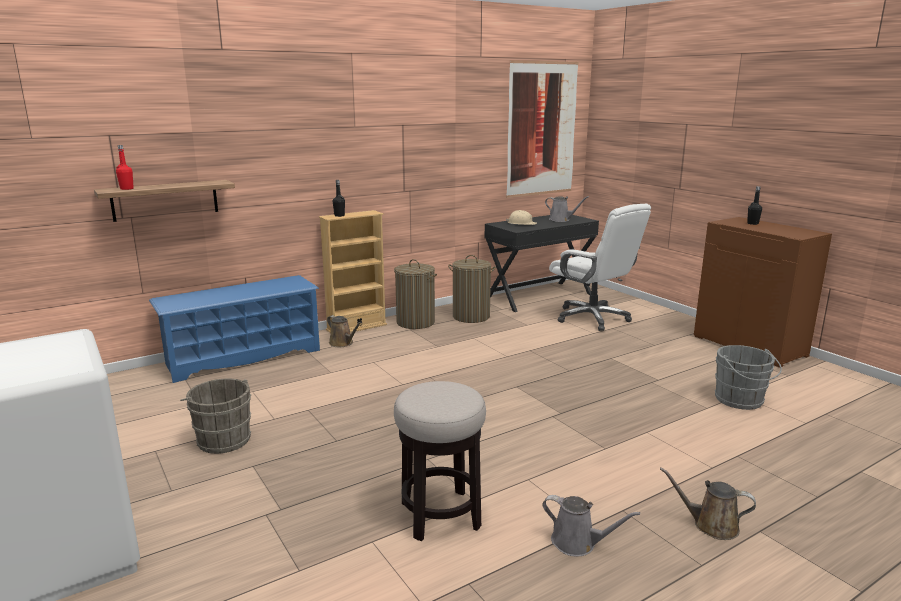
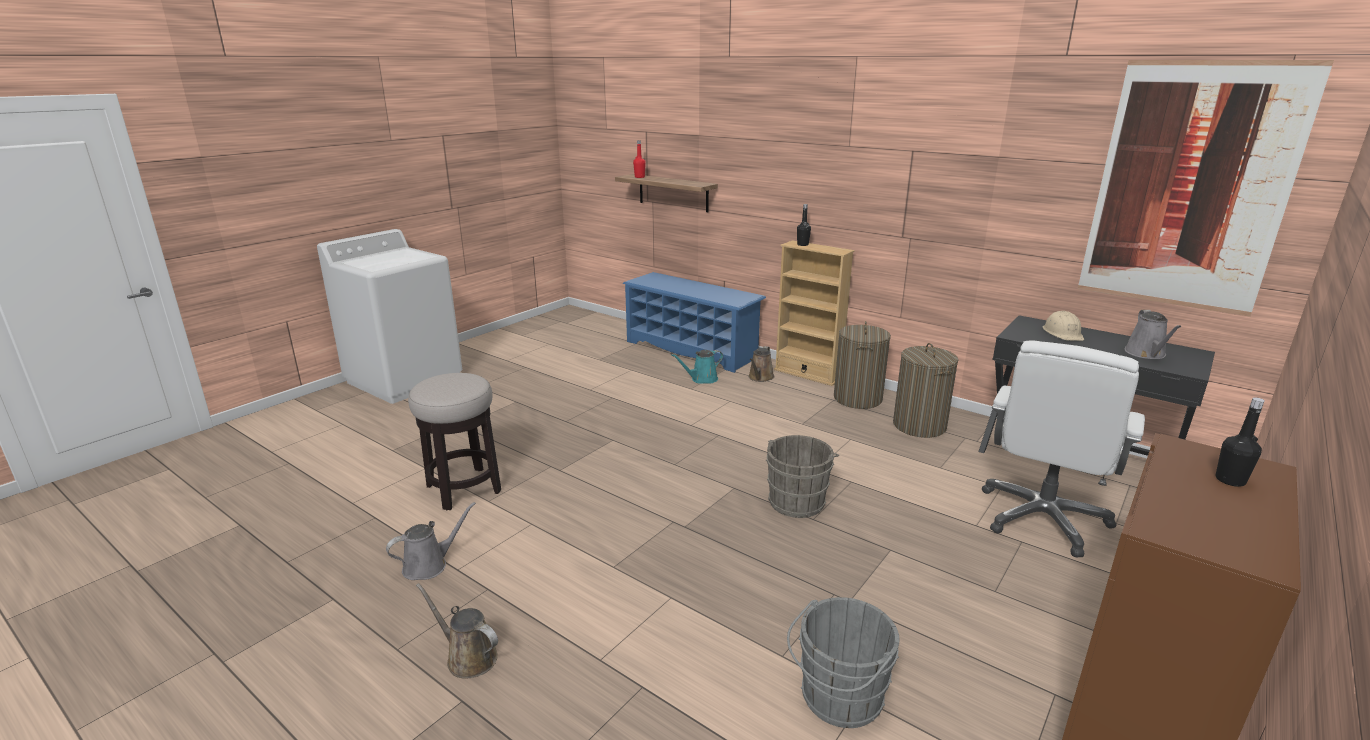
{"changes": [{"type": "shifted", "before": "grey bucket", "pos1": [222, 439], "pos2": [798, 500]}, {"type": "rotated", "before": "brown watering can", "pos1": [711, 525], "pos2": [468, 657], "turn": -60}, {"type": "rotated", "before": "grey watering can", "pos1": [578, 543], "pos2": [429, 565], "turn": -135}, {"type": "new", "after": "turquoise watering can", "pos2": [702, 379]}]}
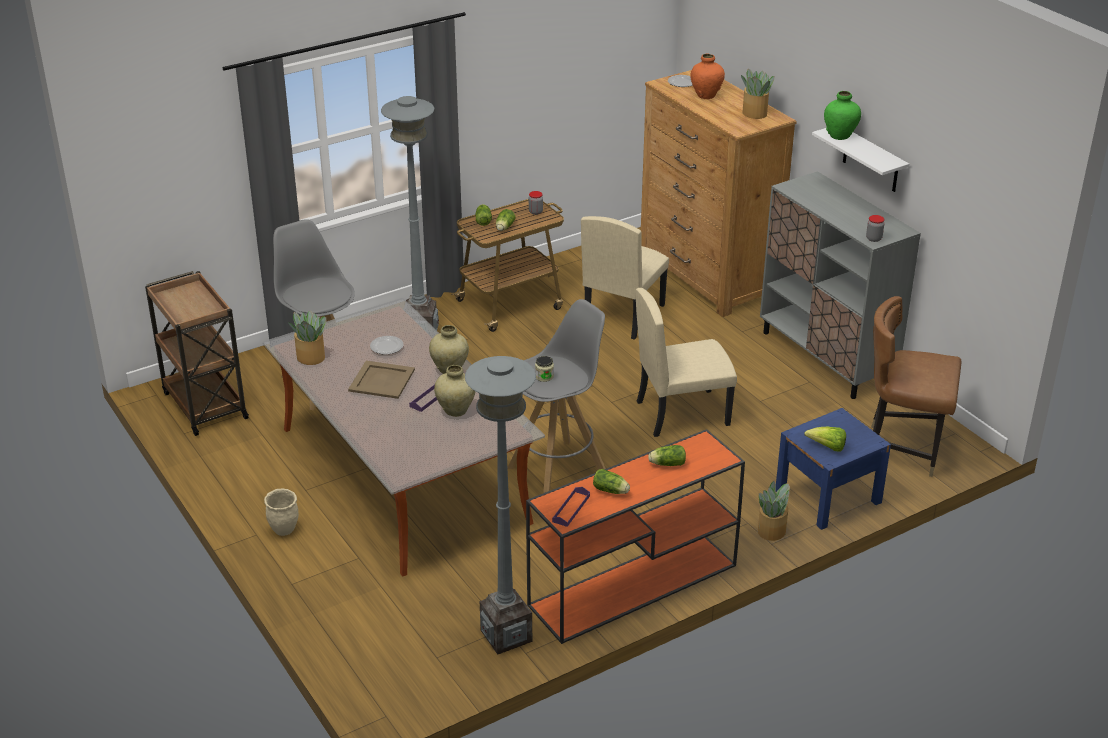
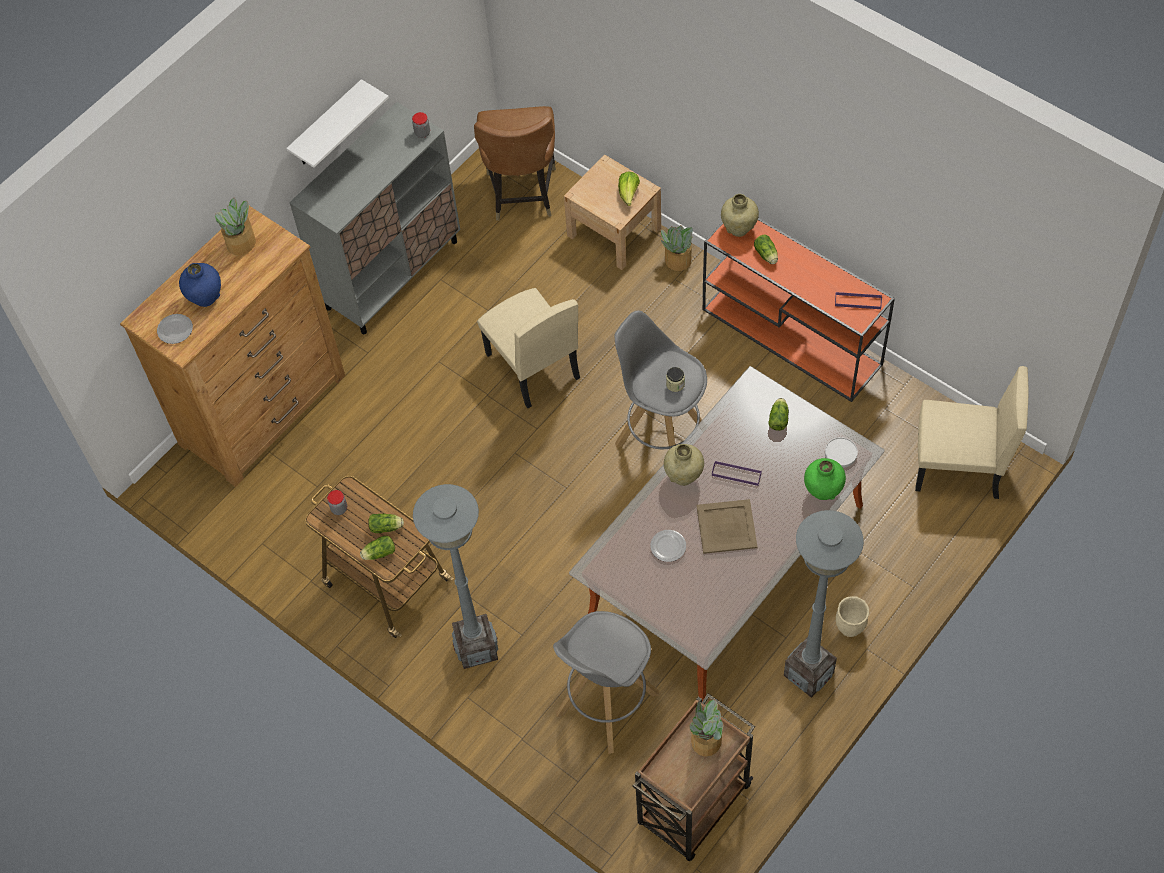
{"changes": [{"type": "repainted", "before": "orange vase", "after": "blue vase", "pos1": [706, 95], "pos2": [205, 298]}, {"type": "shifted", "before": "green vase", "pos1": [840, 136], "pos2": [823, 491]}, {"type": "shifted", "before": "beige chair", "pos1": [623, 315], "pos2": [958, 467]}, {"type": "shifted", "before": "potted plant", "pos1": [311, 357], "pos2": [707, 740]}, {"type": "shifted", "before": "grey floor lamp", "pos1": [505, 635], "pos2": [809, 674]}, {"type": "shifted", "before": "beige vase", "pos1": [455, 411], "pos2": [739, 228]}, {"type": "repainted", "before": "blue nightstand", "after": "beige nightstand", "pos1": [828, 496], "pos2": [614, 232]}, {"type": "shifted", "before": "lettuce", "pos1": [611, 491], "pos2": [778, 418]}, {"type": "new", "after": "white plate", "pos2": [840, 453]}]}
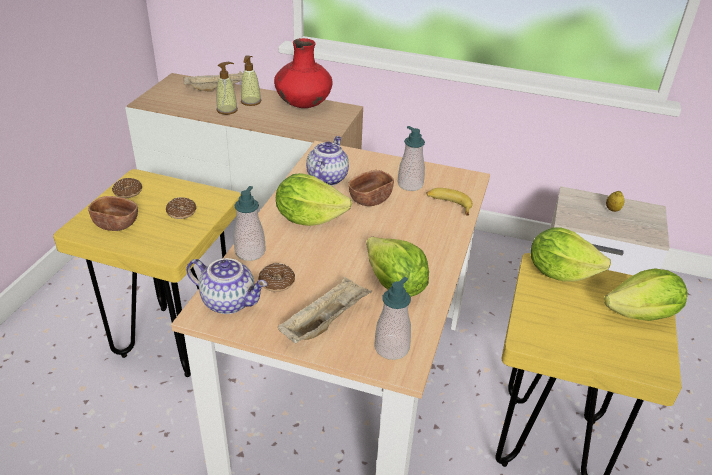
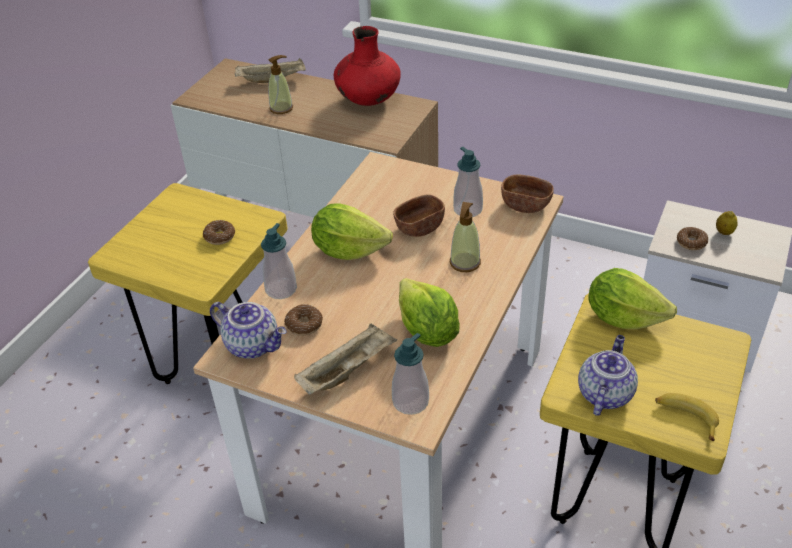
{"changes": [{"type": "shifted", "before": "soap dispenser", "pos1": [251, 102], "pos2": [465, 263]}, {"type": "shifted", "before": "teapot", "pos1": [327, 178], "pos2": [604, 393]}, {"type": "shifted", "before": "donut", "pos1": [128, 192], "pos2": [691, 242]}, {"type": "shifted", "before": "banana", "pos1": [449, 204], "pos2": [686, 417]}, {"type": "shifted", "before": "brown bowl", "pos1": [116, 224], "pos2": [525, 205]}, {"type": "gone", "before": "lettuce", "pos1": [642, 315]}]}
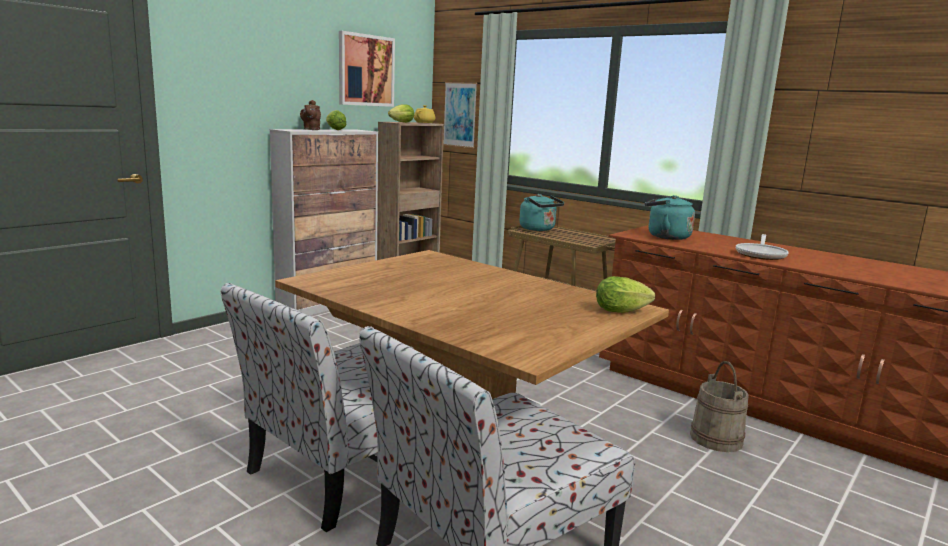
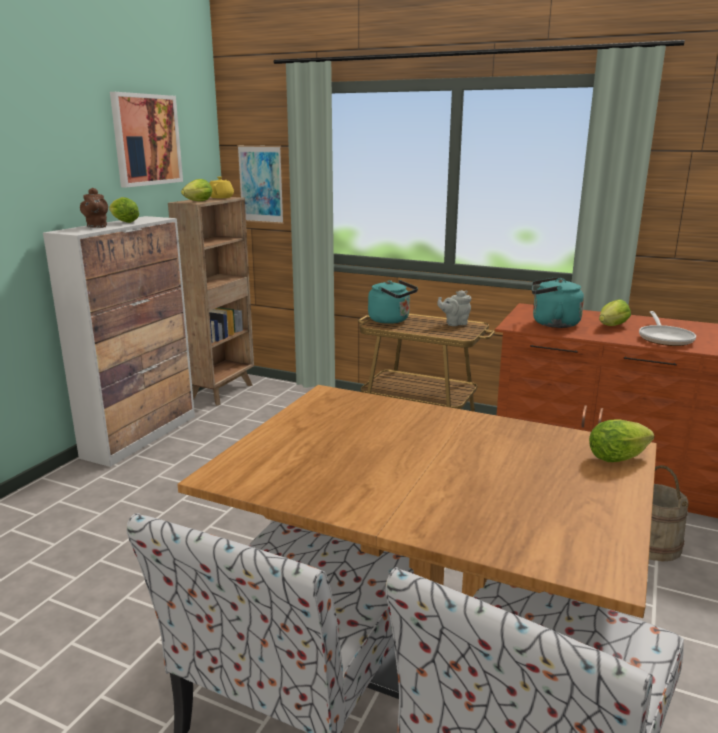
{"changes": [{"type": "new", "after": "grey teapot", "pos2": [454, 323]}, {"type": "new", "after": "lettuce", "pos2": [611, 327]}]}
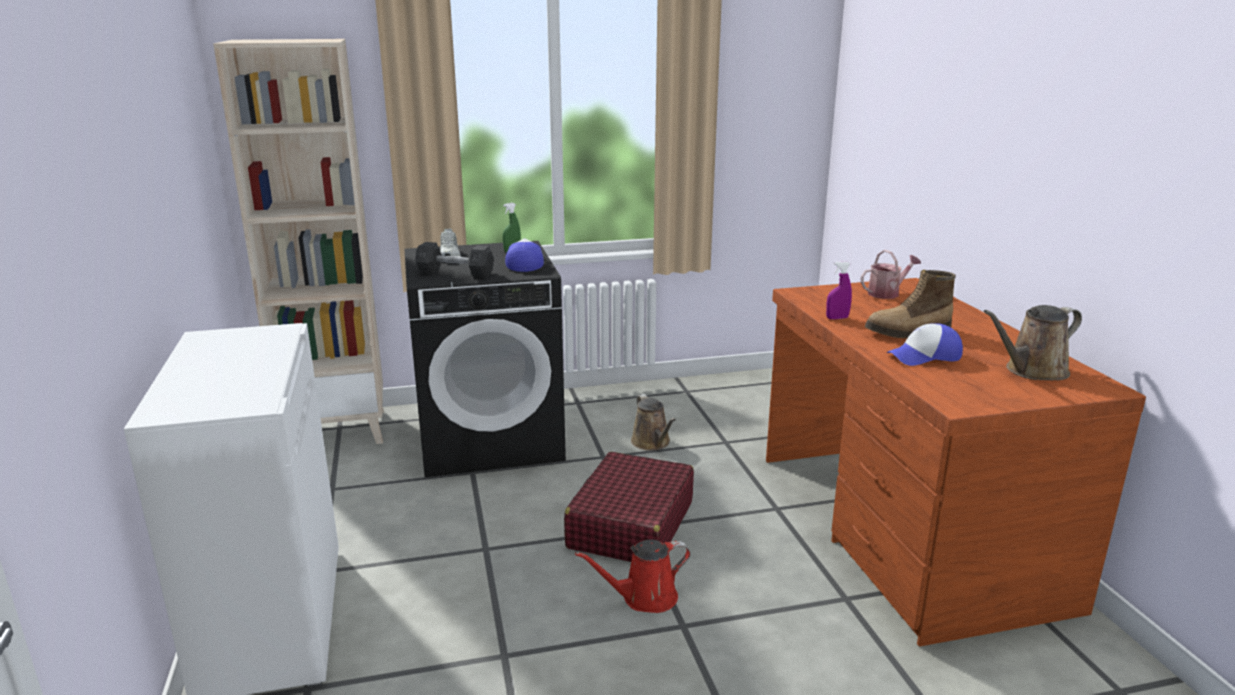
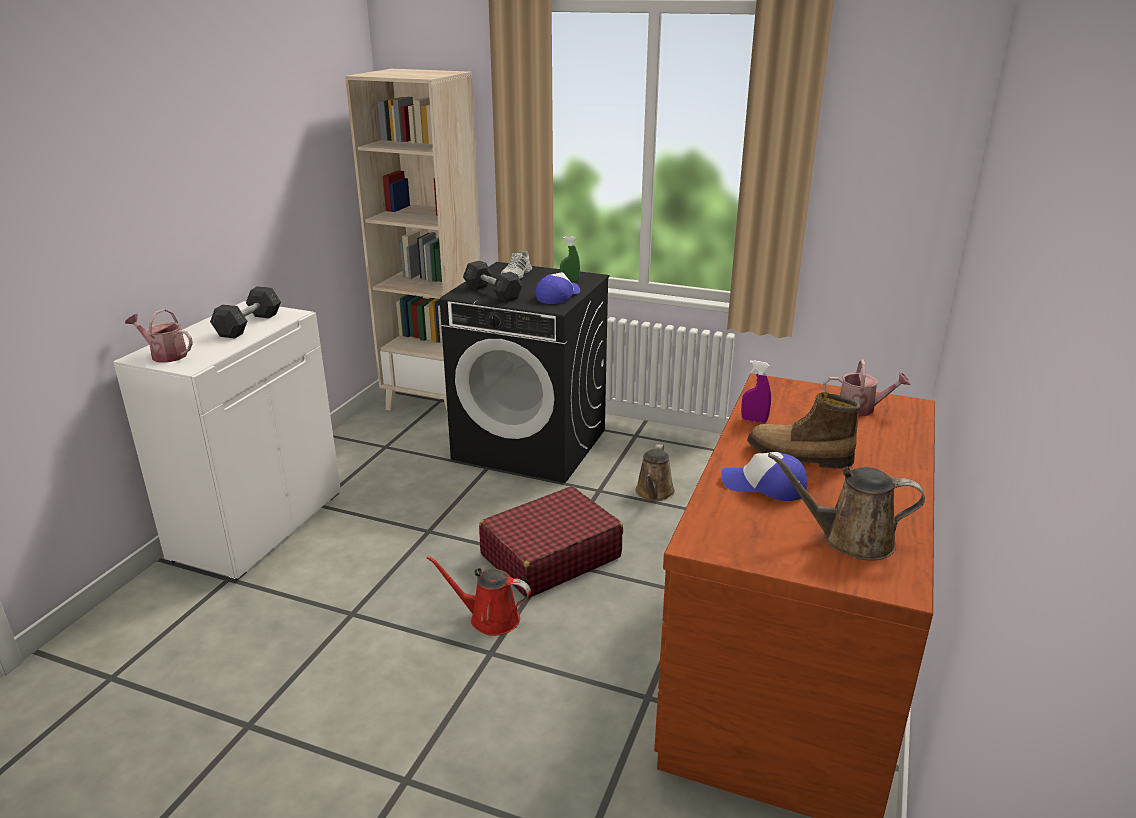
{"changes": [{"type": "new", "after": "grey dumbbell", "pos2": [249, 325]}, {"type": "new", "after": "watering can", "pos2": [165, 355]}]}
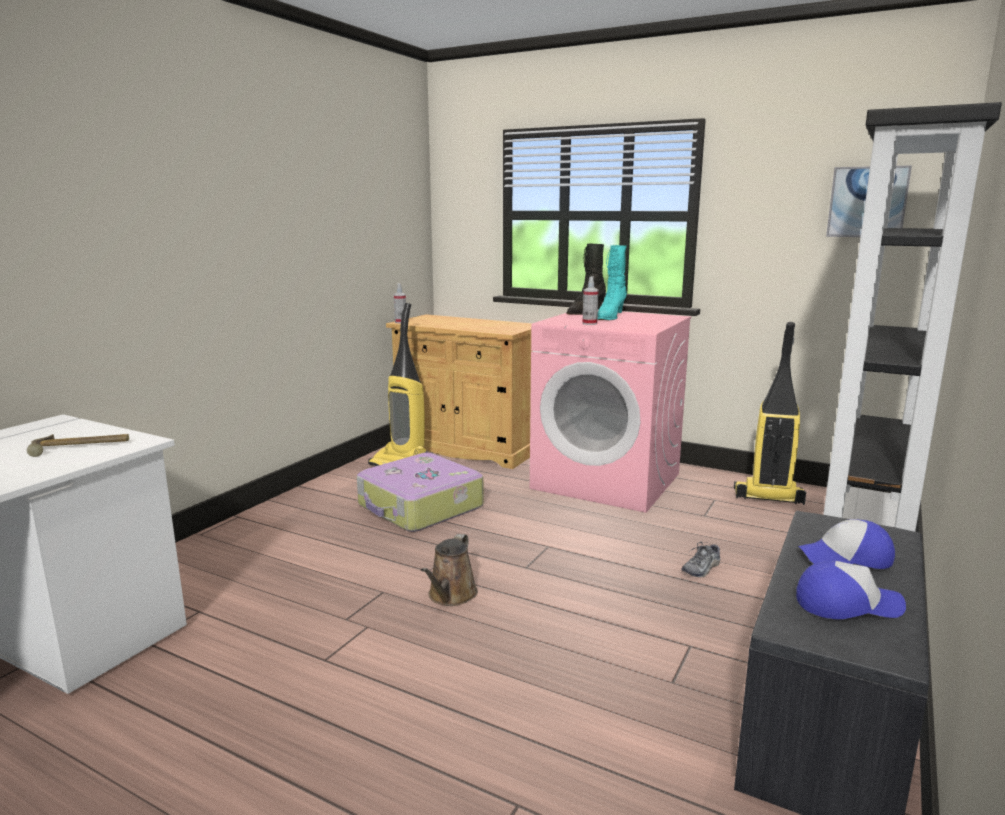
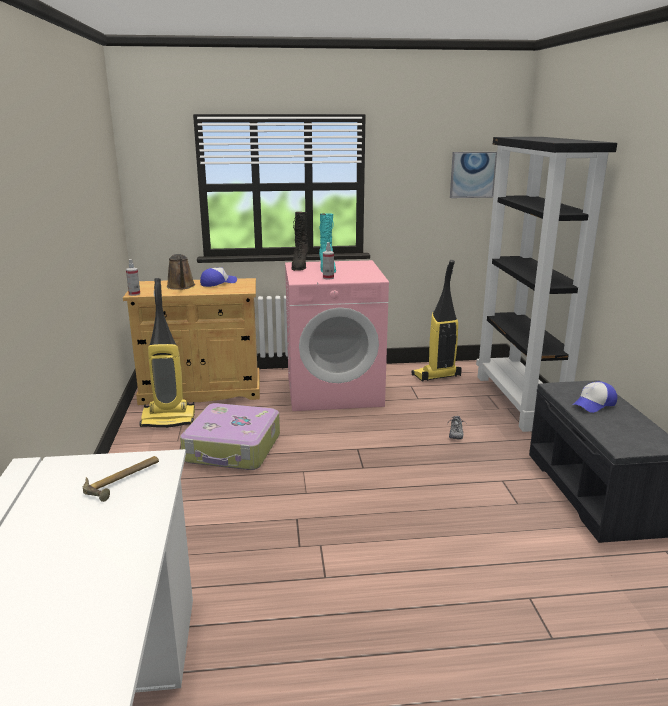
{"changes": [{"type": "shifted", "before": "brown watering can", "pos1": [451, 596], "pos2": [181, 286]}, {"type": "shifted", "before": "cap", "pos1": [847, 604], "pos2": [218, 283]}]}
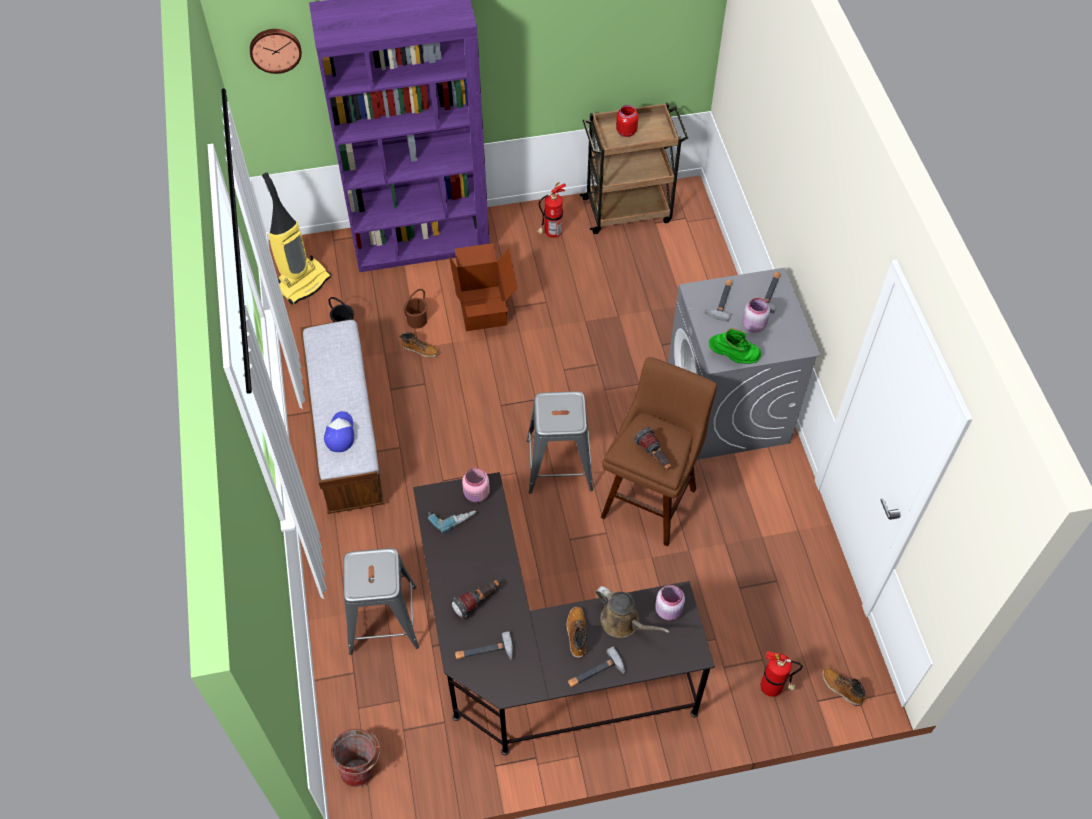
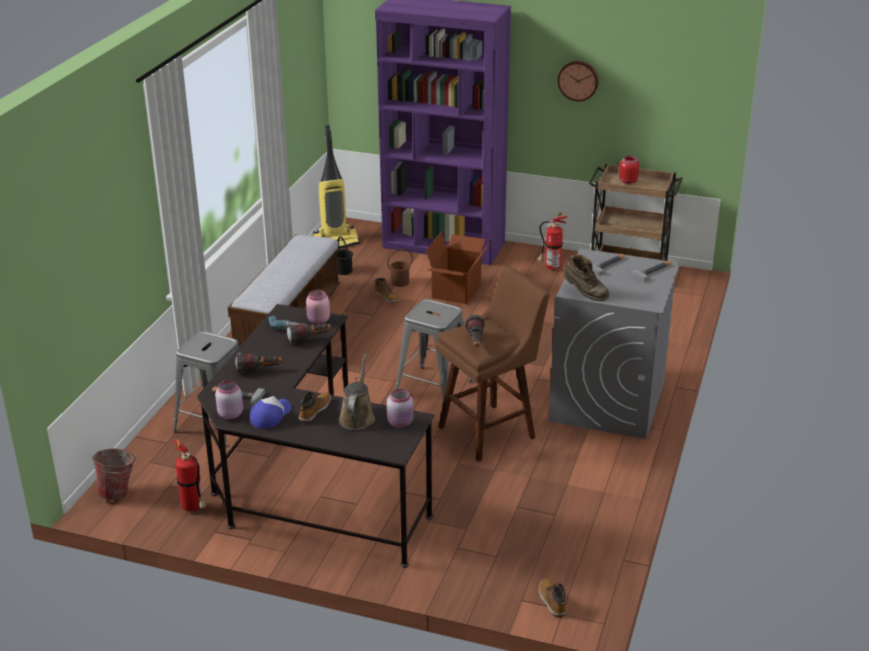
{"changes": [{"type": "shifted", "before": "wall clock", "pos1": [275, 49], "pos2": [578, 80]}, {"type": "shifted", "before": "pink jar", "pos1": [753, 325], "pos2": [230, 414]}, {"type": "repainted", "before": "green boot", "after": "brown boot", "pos1": [733, 357], "pos2": [584, 294]}, {"type": "shifted", "before": "cap", "pos1": [340, 434], "pos2": [270, 416]}, {"type": "rotated", "before": "brown watering can", "pos1": [623, 622], "pos2": [357, 417], "turn": -150}, {"type": "gone", "before": "hammer", "pos1": [595, 673]}, {"type": "shifted", "before": "fire extinguisher", "pos1": [773, 688], "pos2": [194, 508]}, {"type": "new", "after": "flashlight", "pos2": [309, 339]}]}
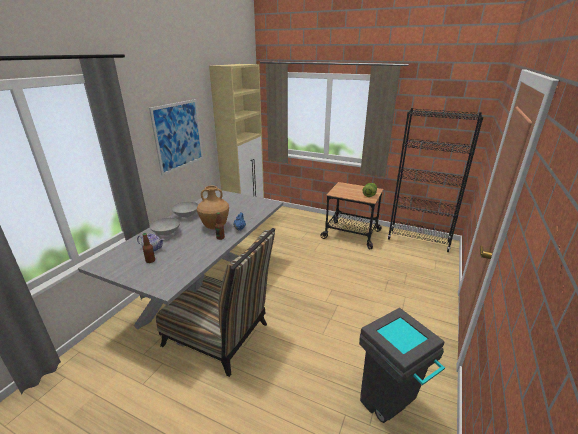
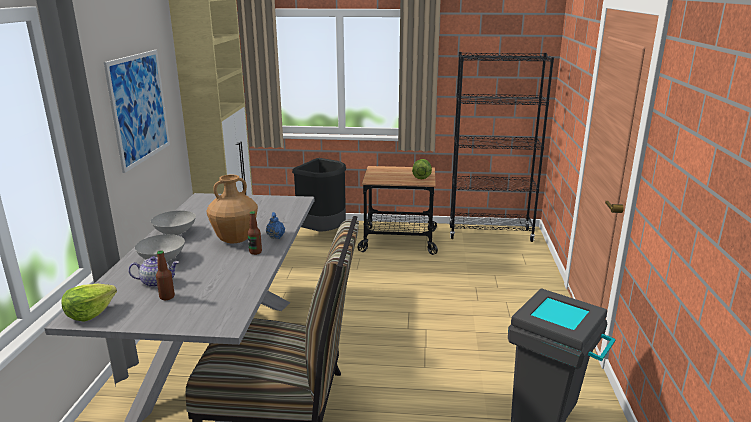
{"changes": [{"type": "new", "after": "black trash can", "pos2": [323, 233]}, {"type": "new", "after": "lettuce", "pos2": [90, 313]}]}
